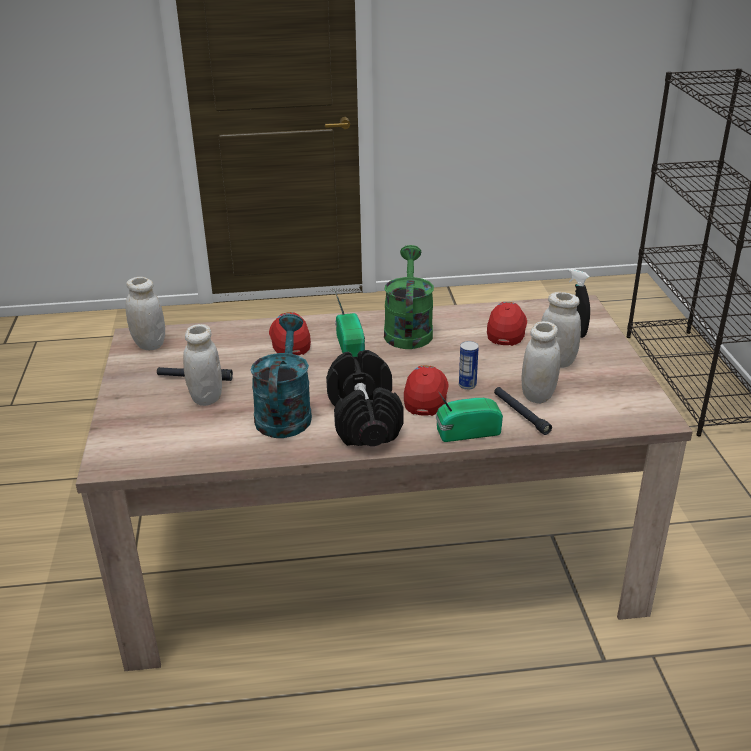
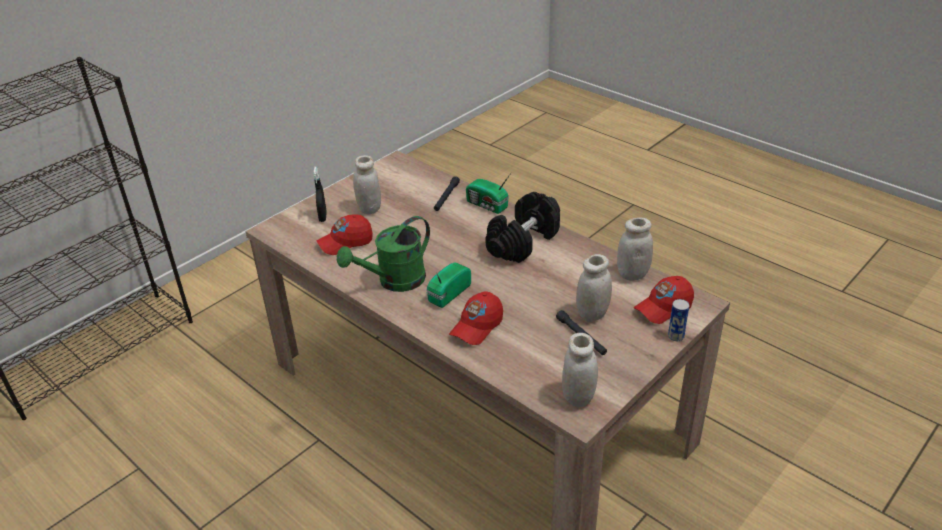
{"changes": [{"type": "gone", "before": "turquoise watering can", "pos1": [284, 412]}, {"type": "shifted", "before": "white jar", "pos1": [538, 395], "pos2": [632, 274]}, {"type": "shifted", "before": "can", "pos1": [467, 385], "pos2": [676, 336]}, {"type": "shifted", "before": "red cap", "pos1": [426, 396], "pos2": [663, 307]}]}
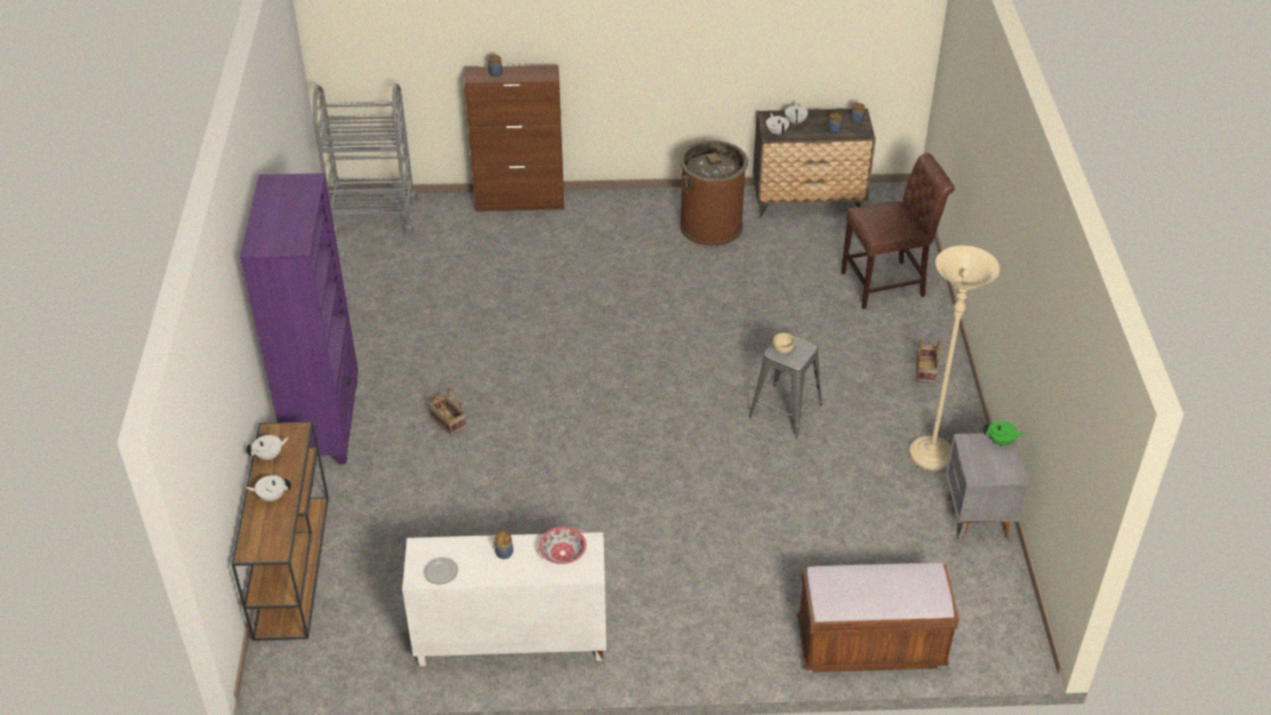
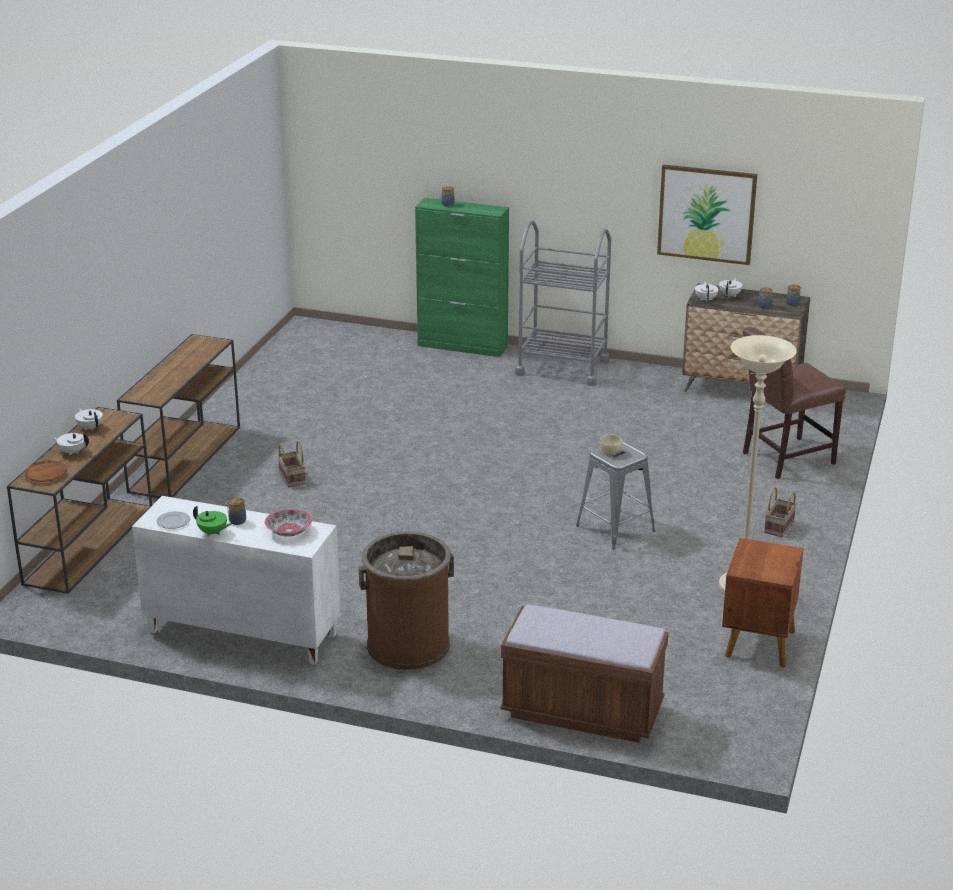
{"changes": [{"type": "repainted", "before": "brown cabinet", "after": "green cabinet", "pos1": [520, 202], "pos2": [463, 346]}, {"type": "shifted", "before": "grey cart", "pos1": [374, 216], "pos2": [562, 367]}, {"type": "shifted", "before": "brown trash can", "pos1": [711, 225], "pos2": [408, 645]}, {"type": "rotated", "before": "brown chair", "pos1": [888, 284], "pos2": [783, 459], "turn": 150}, {"type": "swapped", "before": "purple bookcase", "after": "brown console table", "pos1": [325, 422], "pos2": [185, 458]}, {"type": "shifted", "before": "green teapot", "pos1": [1001, 441], "pos2": [213, 533]}, {"type": "repainted", "before": "grey nightstand", "after": "brown nightstand", "pos1": [977, 520], "pos2": [758, 644]}, {"type": "rotated", "before": "white teapot", "pos1": [269, 456], "pos2": [90, 427], "turn": -120}, {"type": "new", "after": "picture", "pos2": [706, 214]}, {"type": "new", "after": "brown plate", "pos2": [46, 474]}]}
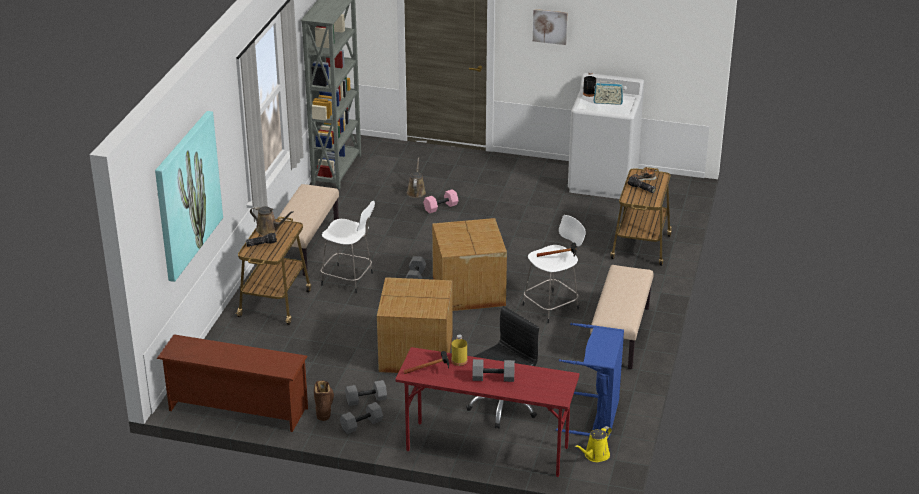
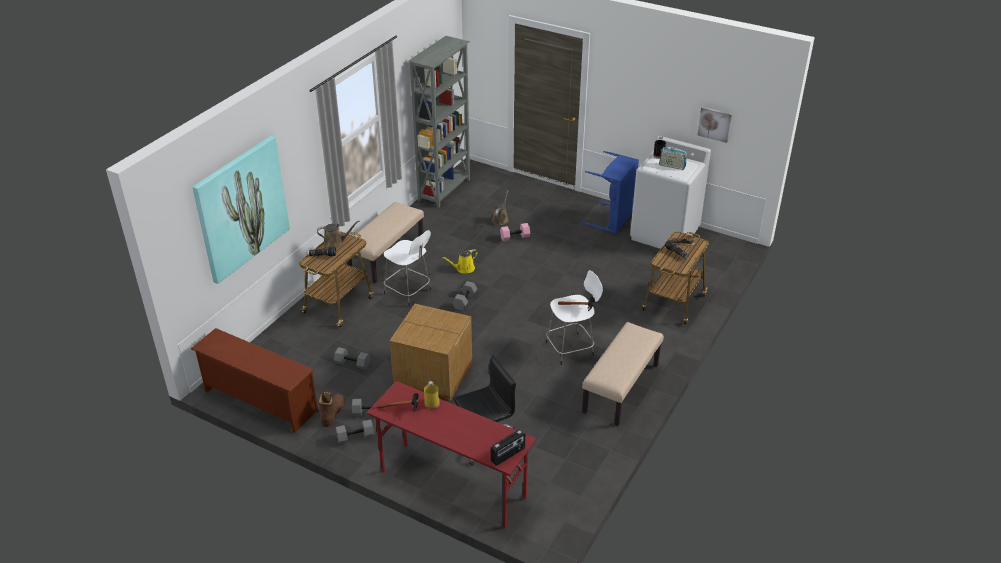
{"changes": [{"type": "shifted", "before": "picture", "pos1": [550, 26], "pos2": [715, 124]}, {"type": "rotated", "before": "brown watering can", "pos1": [269, 230], "pos2": [336, 243], "turn": -45}, {"type": "gone", "before": "cardboard box", "pos1": [468, 291]}, {"type": "shifted", "before": "blue laundry basket", "pos1": [596, 417], "pos2": [613, 219]}, {"type": "shifted", "before": "grey dumbbell", "pos1": [493, 377], "pos2": [353, 363]}, {"type": "shifted", "before": "yellow watering can", "pos1": [595, 455], "pos2": [463, 269]}, {"type": "new", "after": "radio", "pos2": [508, 455]}]}
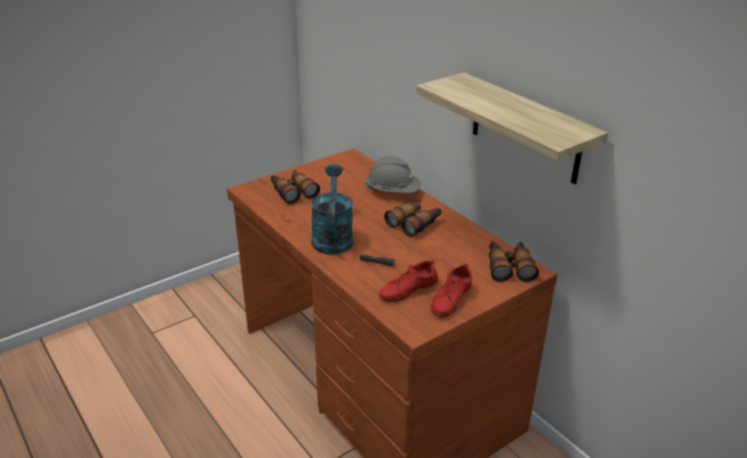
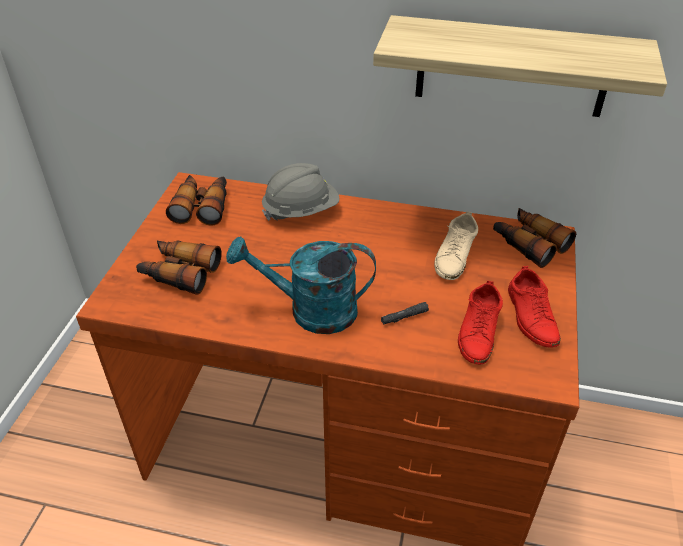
{"changes": [{"type": "rotated", "before": "turquoise watering can", "pos1": [332, 236], "pos2": [310, 311], "turn": -45}, {"type": "shifted", "before": "binoculars", "pos1": [414, 223], "pos2": [202, 206]}, {"type": "new", "after": "beige shoe", "pos2": [455, 255]}]}
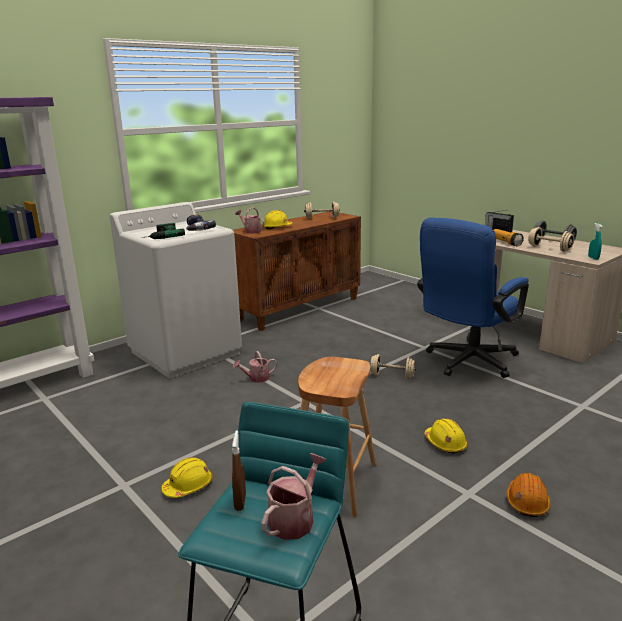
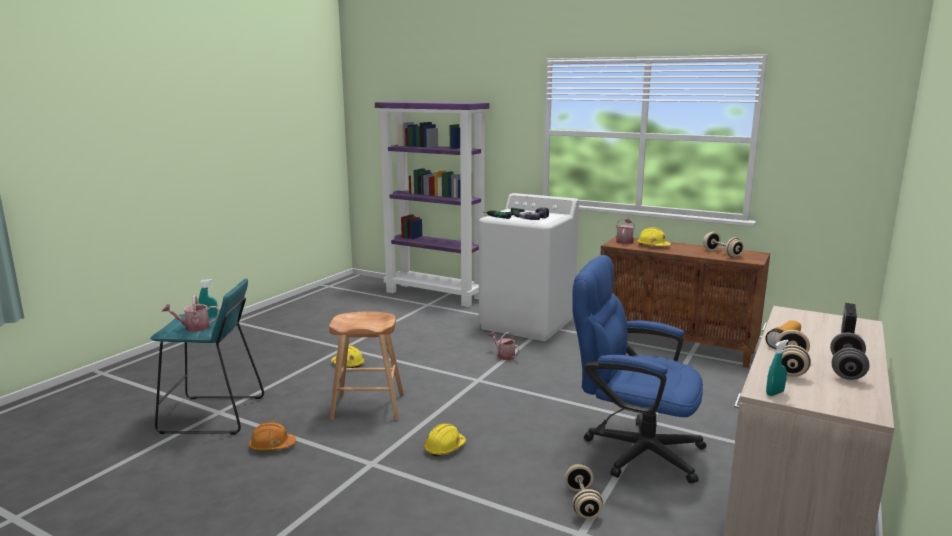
{"changes": [{"type": "shifted", "before": "beige dumbbell", "pos1": [392, 376], "pos2": [582, 503]}, {"type": "repainted", "before": "brown spray bottle", "after": "turquoise spray bottle", "pos1": [240, 502], "pos2": [209, 316]}, {"type": "rotated", "before": "watering can", "pos1": [295, 519], "pos2": [193, 327], "turn": 150}, {"type": "shifted", "before": "orange hard hat", "pos1": [527, 502], "pos2": [272, 446]}]}
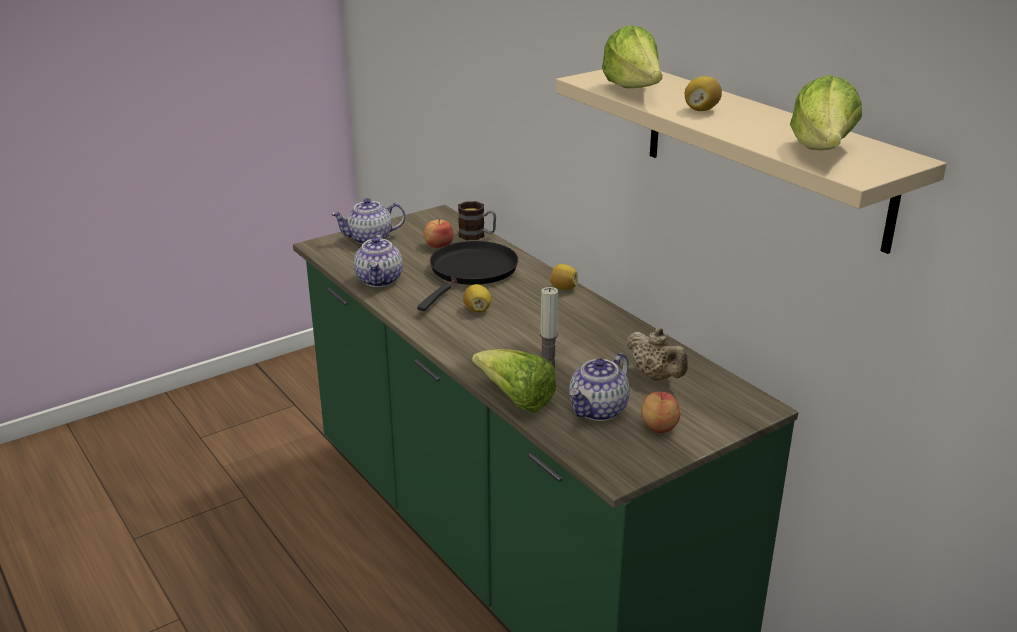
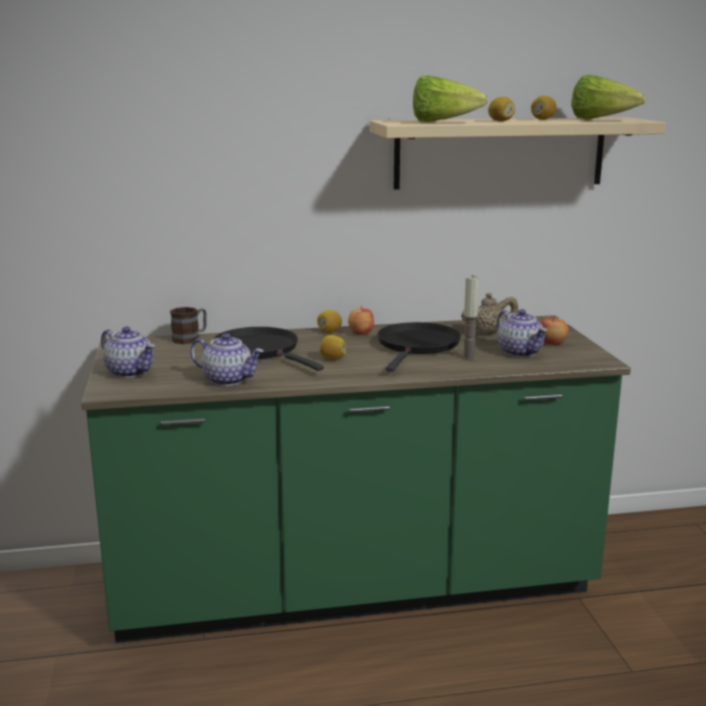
{"changes": [{"type": "rotated", "before": "teapot", "pos1": [369, 239], "pos2": [131, 372], "turn": -60}, {"type": "shifted", "before": "apple", "pos1": [438, 245], "pos2": [360, 333]}, {"type": "gone", "before": "lettuce", "pos1": [516, 400]}, {"type": "new", "after": "lemon", "pos2": [542, 119]}, {"type": "new", "after": "black frying pan", "pos2": [417, 346]}]}
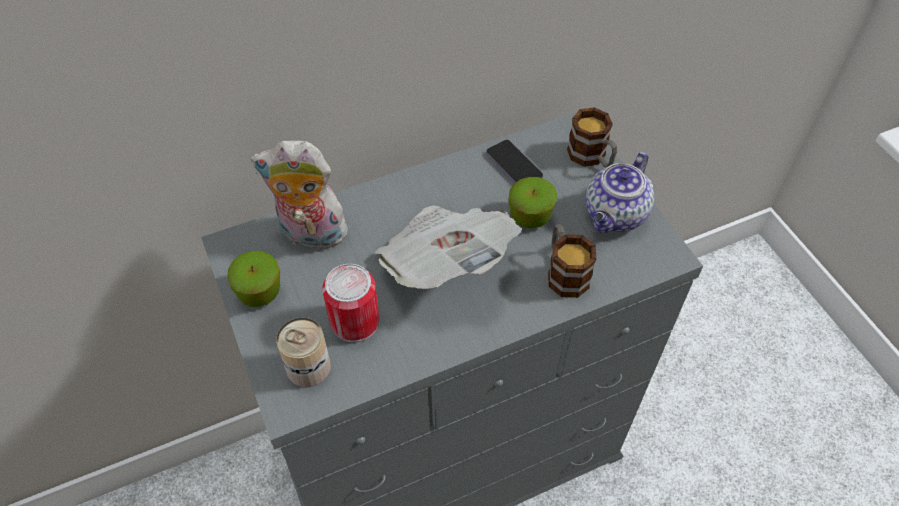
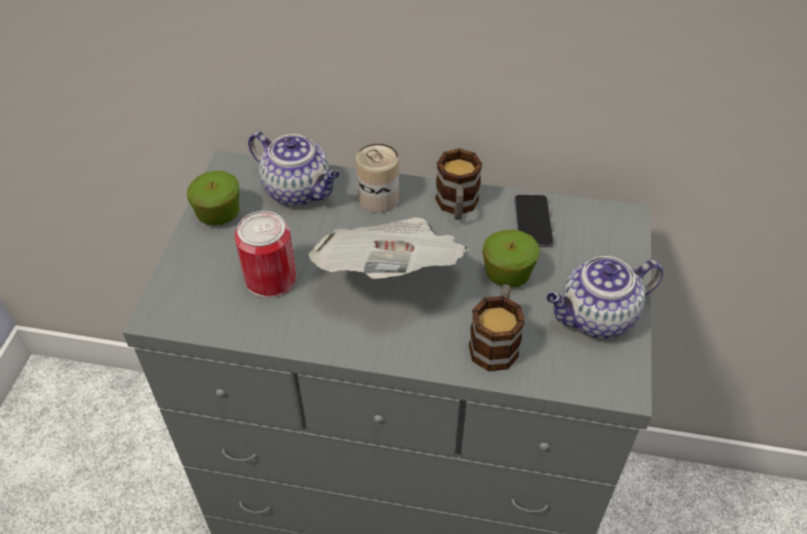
{"changes": [{"type": "shifted", "before": "mug", "pos1": [591, 157], "pos2": [457, 206]}, {"type": "swapped", "before": "plush toy", "after": "teapot", "pos1": [310, 235], "pos2": [299, 191]}, {"type": "shifted", "before": "can", "pos1": [308, 367], "pos2": [378, 198]}]}
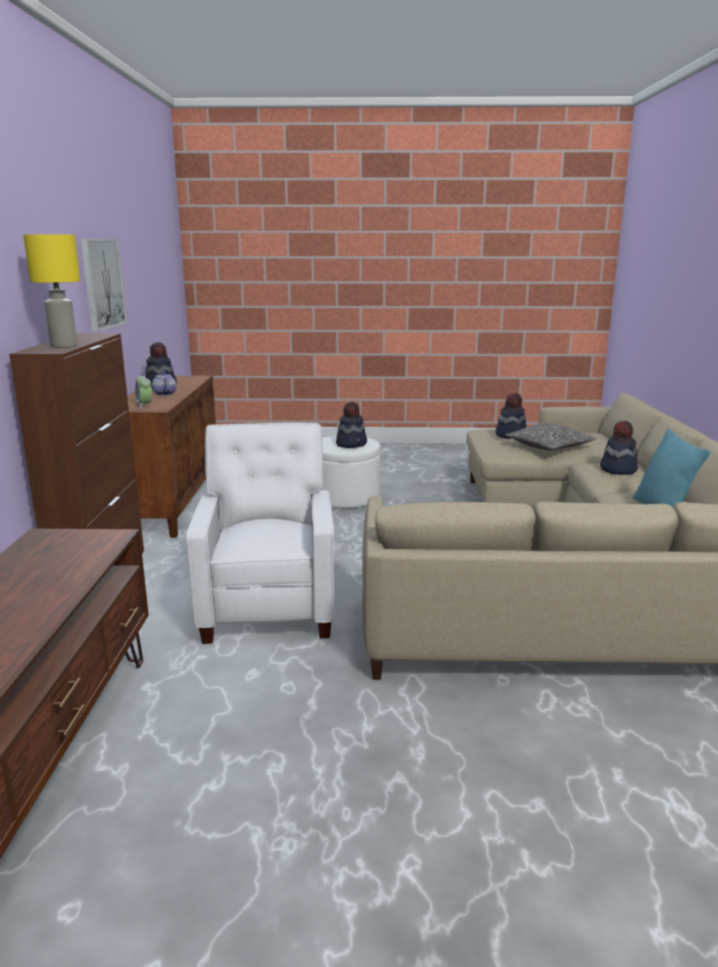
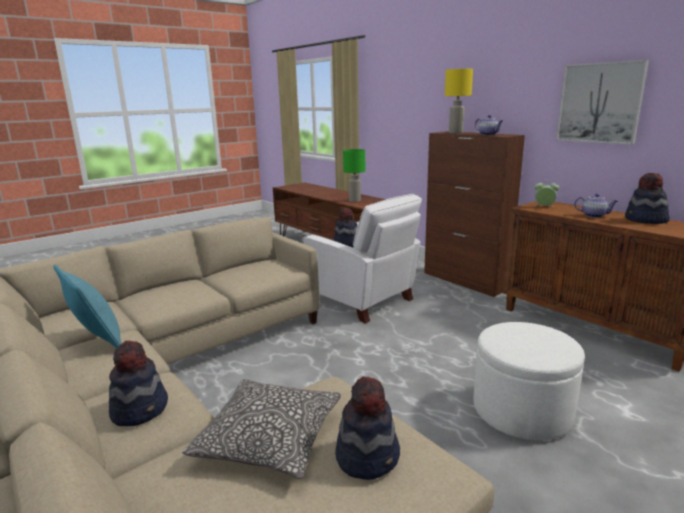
{"changes": [{"type": "shifted", "before": "hat", "pos1": [351, 444], "pos2": [347, 244]}, {"type": "new", "after": "teapot", "pos2": [488, 134]}, {"type": "new", "after": "green table lamp", "pos2": [354, 201]}]}
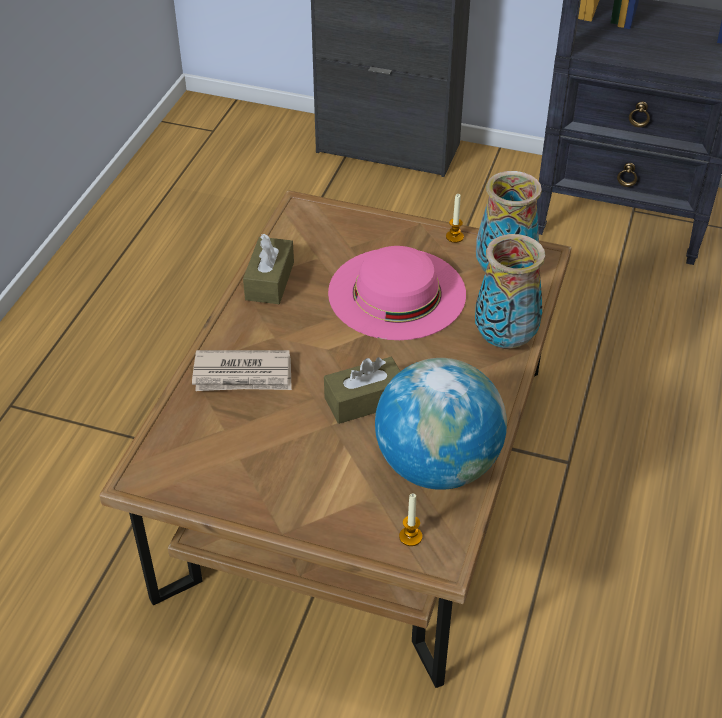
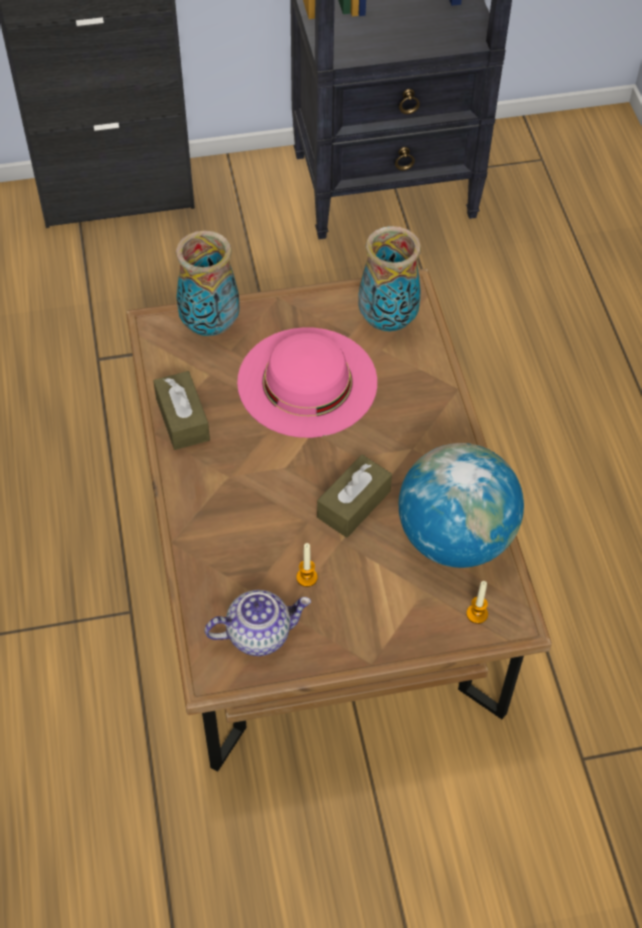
{"changes": [{"type": "shifted", "before": "candle", "pos1": [454, 237], "pos2": [307, 577]}, {"type": "shifted", "before": "vase", "pos1": [505, 340], "pos2": [211, 325]}, {"type": "gone", "before": "newspaper", "pos1": [243, 375]}, {"type": "new", "after": "teapot", "pos2": [259, 633]}]}
